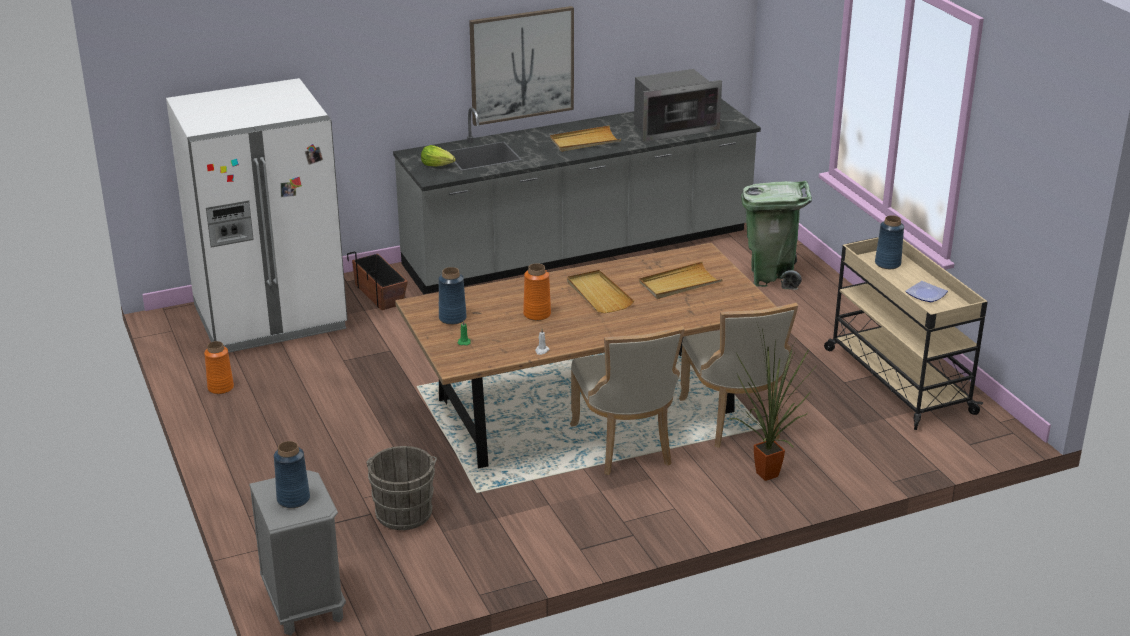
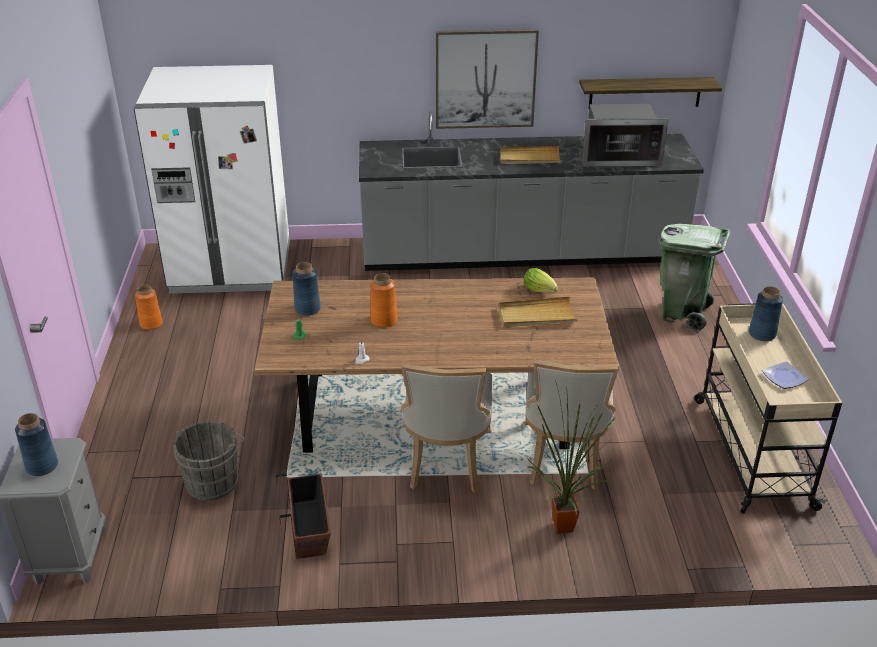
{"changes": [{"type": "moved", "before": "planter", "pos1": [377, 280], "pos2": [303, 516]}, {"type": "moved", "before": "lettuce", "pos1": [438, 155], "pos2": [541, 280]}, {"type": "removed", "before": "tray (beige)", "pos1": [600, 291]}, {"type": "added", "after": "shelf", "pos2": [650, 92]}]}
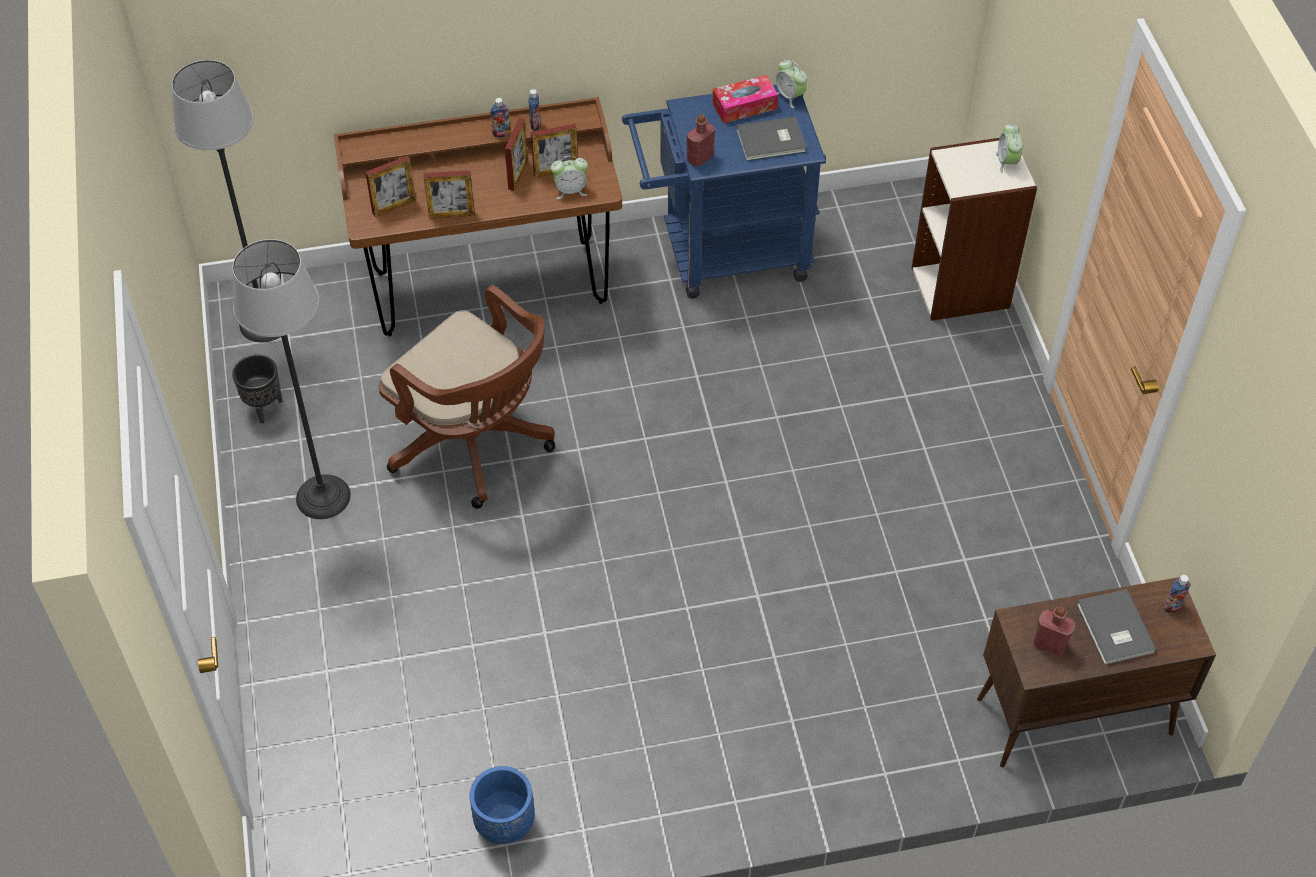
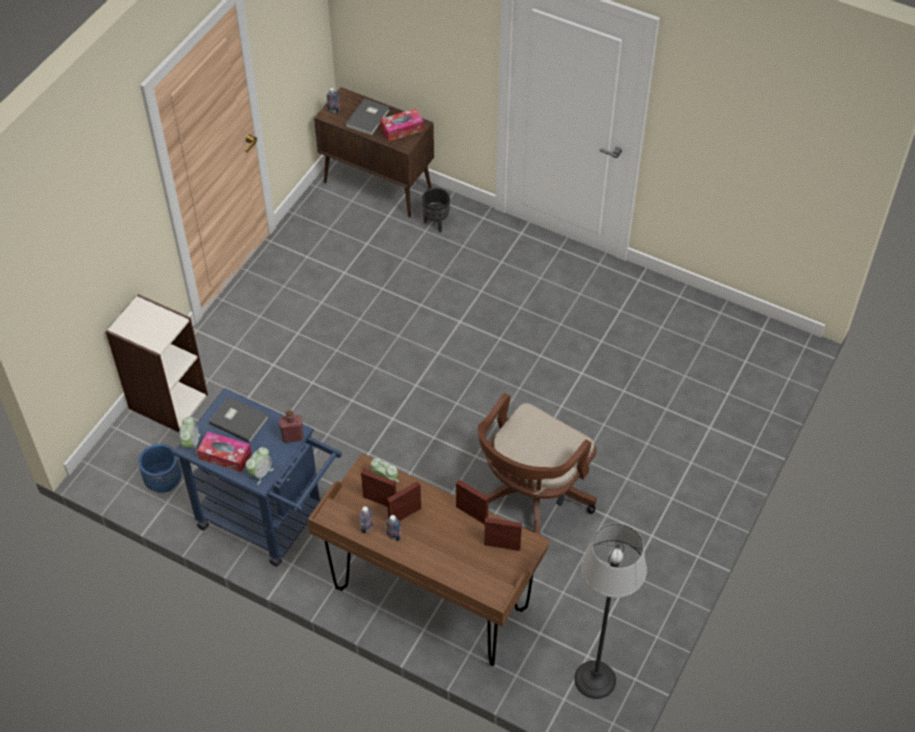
{"changes": [{"type": "removed", "before": "floor lamp", "pos1": [291, 379]}, {"type": "moved", "before": "planter (black)", "pos1": [257, 388], "pos2": [436, 210]}, {"type": "turned", "before": "office chair (brown)", "pos1": [467, 397], "pos2": [537, 464], "turn": -135}, {"type": "moved", "before": "planter (blue)", "pos1": [502, 805], "pos2": [160, 468]}, {"type": "moved", "before": "alarm clock", "pos1": [1009, 148], "pos2": [259, 466]}, {"type": "replaced", "before": "bottle (red)", "after": "tissue box", "pos1": [1054, 631], "pos2": [402, 125]}]}
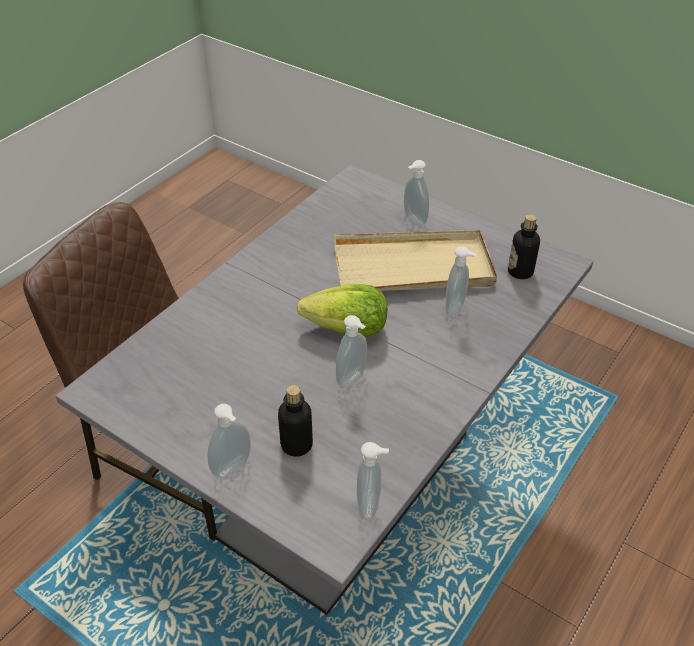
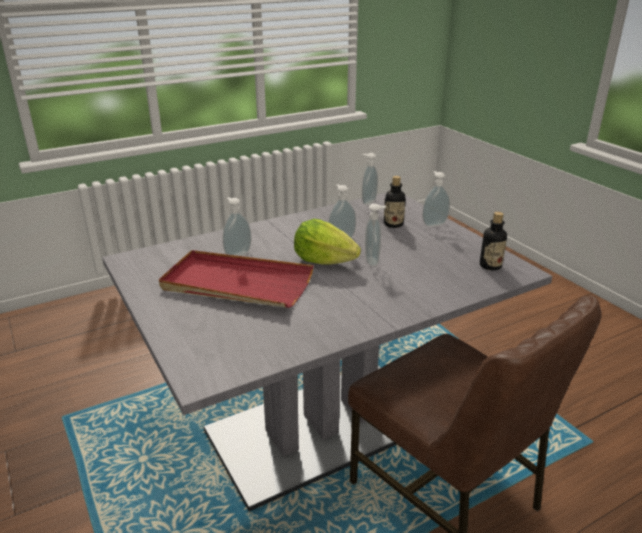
{"changes": [{"type": "recoloured", "before": "tray (beige)", "after": "tray (red)", "pos1": [415, 260], "pos2": [236, 279]}, {"type": "moved", "before": "soap dispenser", "pos1": [416, 193], "pos2": [375, 235]}, {"type": "moved", "before": "bottle", "pos1": [524, 246], "pos2": [493, 241]}]}
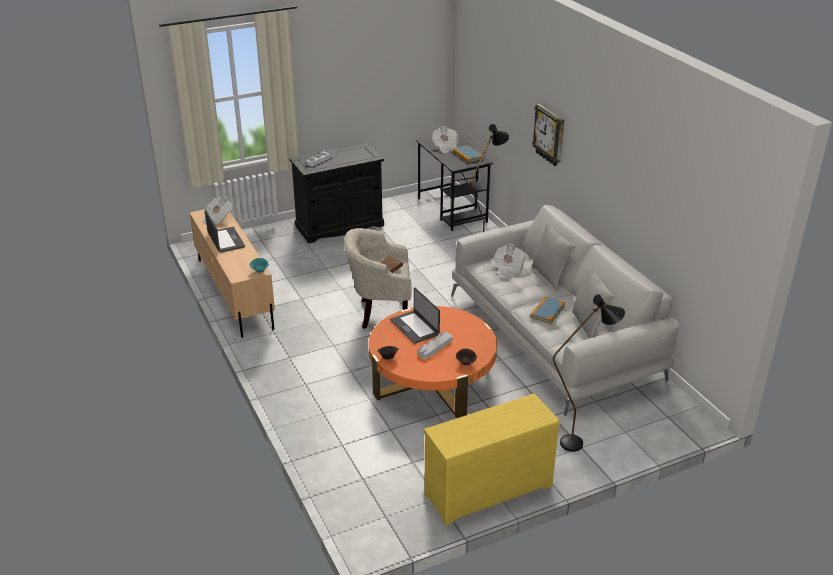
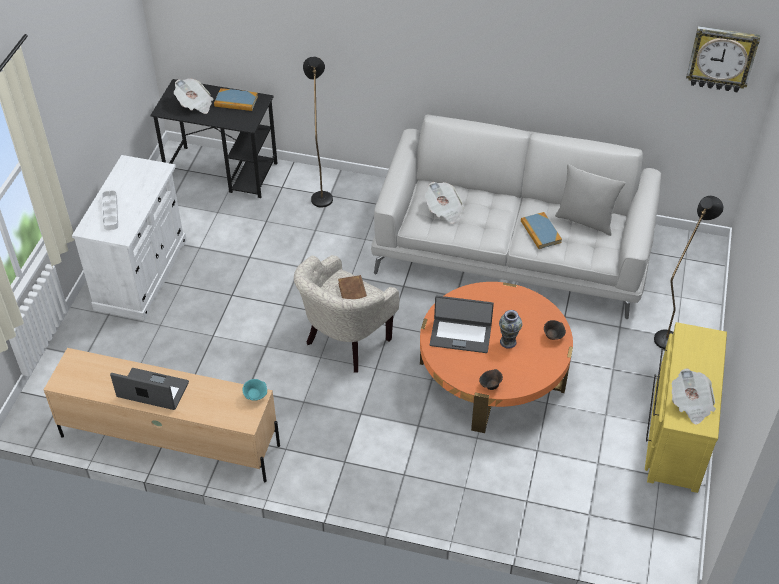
{"changes": [{"type": "moved", "before": "newspaper", "pos1": [217, 210], "pos2": [693, 396]}, {"type": "recoloured", "before": "cabinet (black)", "after": "cabinet (white)", "pos1": [337, 193], "pos2": [129, 237]}, {"type": "replaced", "before": "tray (grey)", "after": "vase", "pos1": [435, 345], "pos2": [510, 329]}, {"type": "moved", "before": "wall clock", "pos1": [548, 135], "pos2": [723, 59]}, {"type": "removed", "before": "pillow (grey)", "pos1": [553, 256]}]}
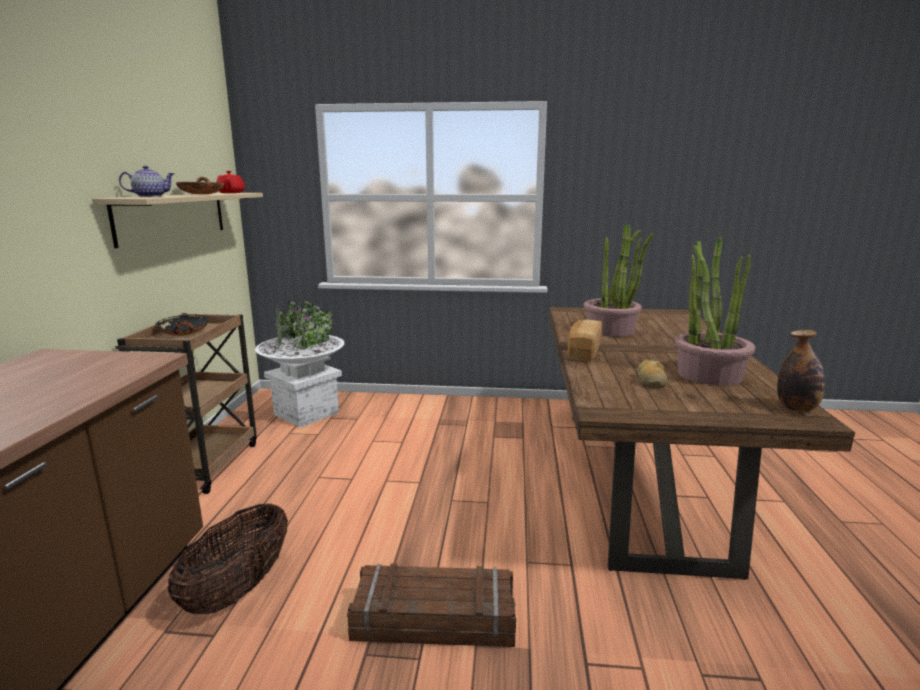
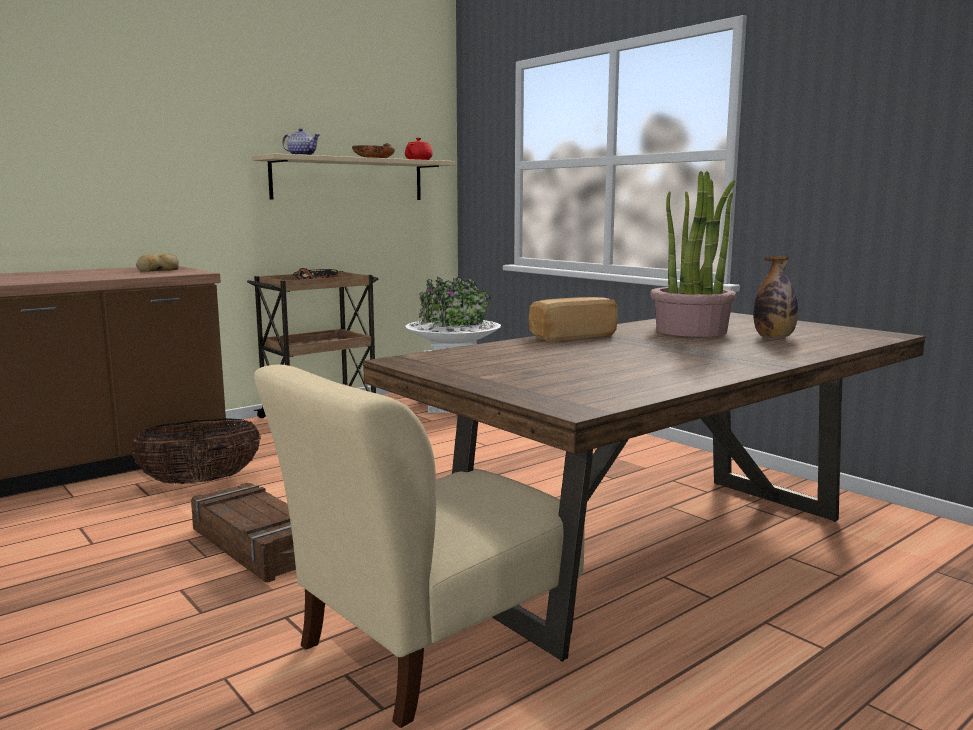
{"changes": [{"type": "moved", "before": "bread", "pos1": [652, 373], "pos2": [157, 262]}, {"type": "removed", "before": "potted plant", "pos1": [715, 311]}, {"type": "moved", "before": "bottle", "pos1": [801, 370], "pos2": [776, 297]}, {"type": "added", "after": "chair (beige)", "pos2": [419, 546]}]}
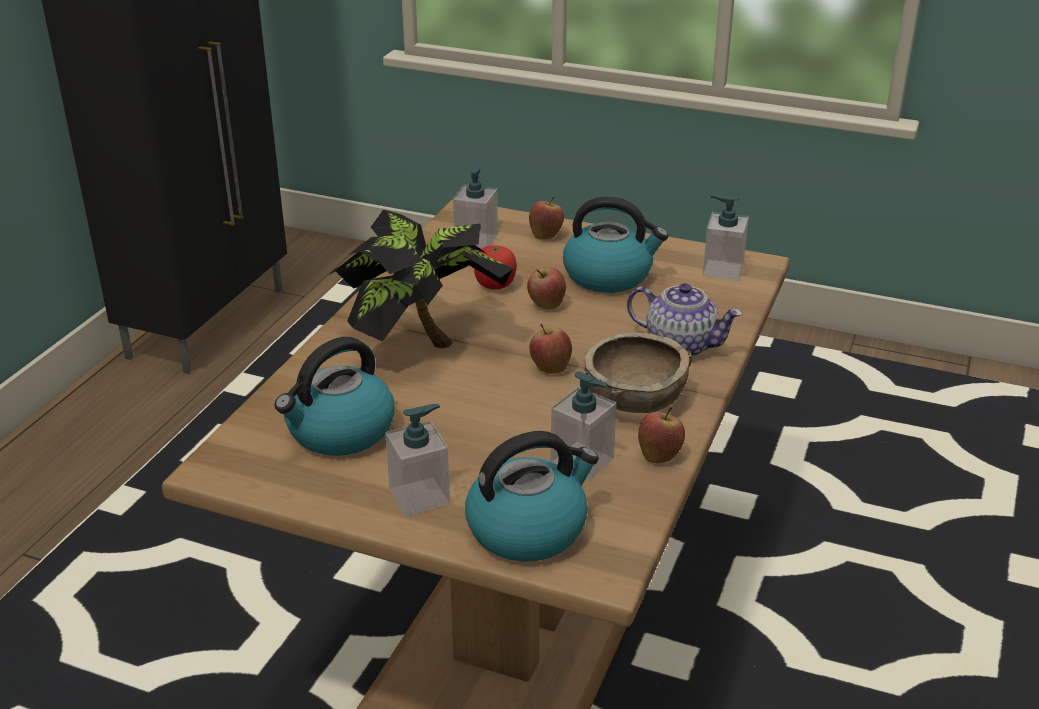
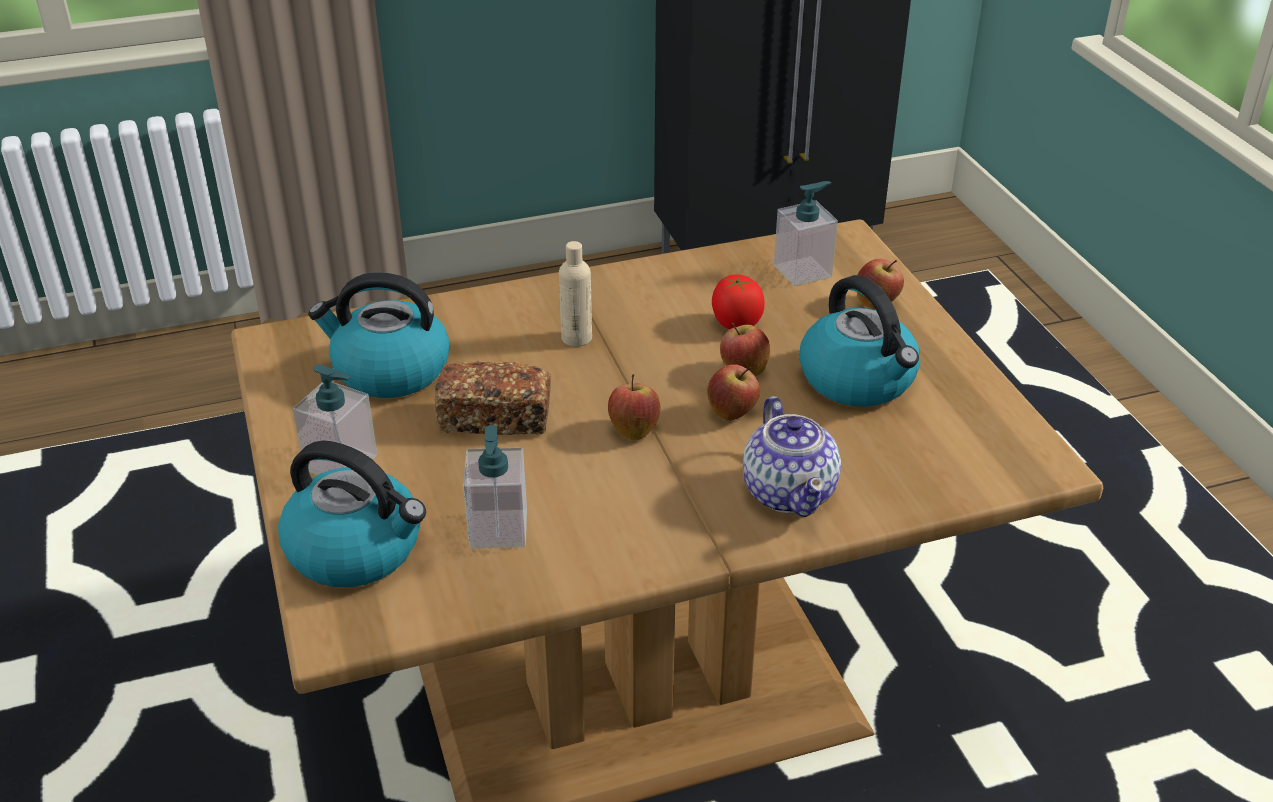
{"changes": [{"type": "replaced", "before": "potted plant", "after": "bottle (beige)", "pos1": [421, 279], "pos2": [575, 294]}, {"type": "removed", "before": "bowl (brown)", "pos1": [637, 372]}, {"type": "moved", "before": "apple", "pos1": [661, 435], "pos2": [733, 392]}, {"type": "removed", "before": "soap dispenser", "pos1": [726, 238]}, {"type": "added", "after": "bread", "pos2": [493, 398]}]}
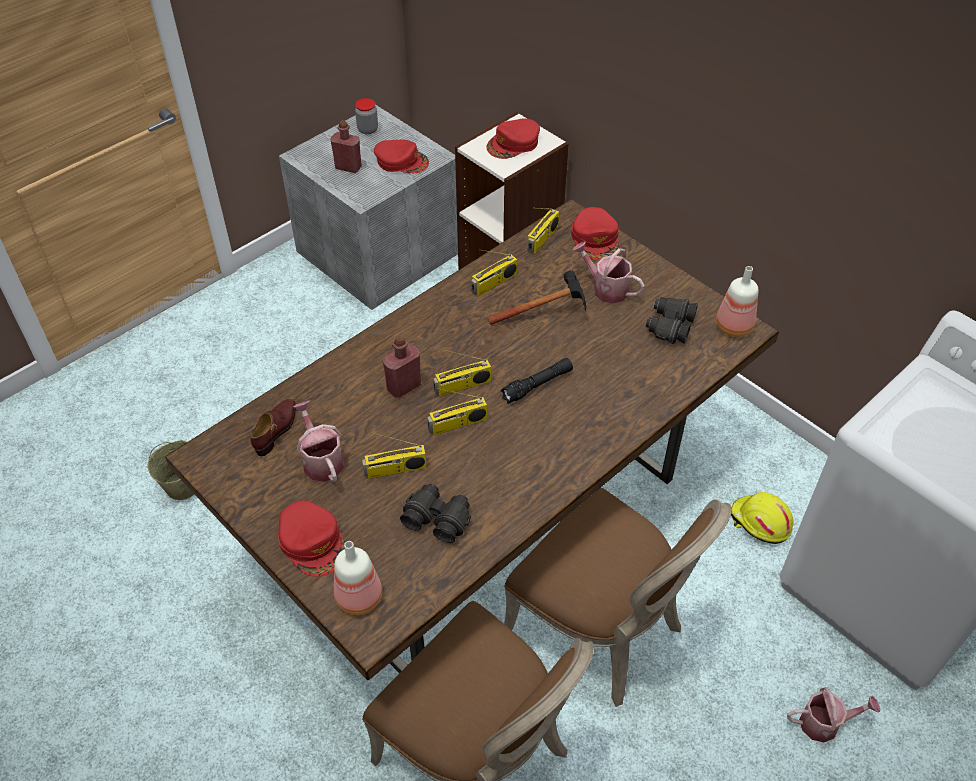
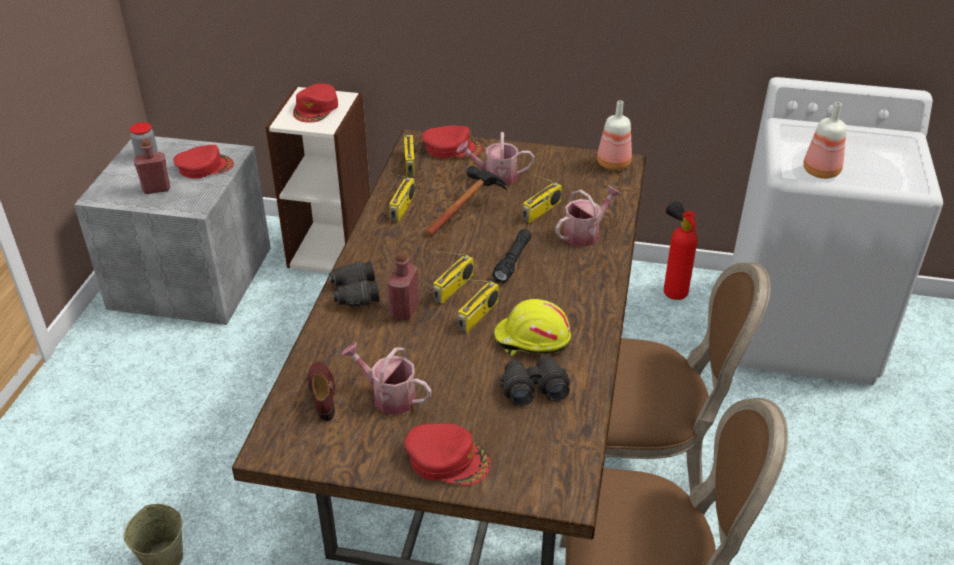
{"changes": [{"type": "moved", "before": "bottle", "pos1": [358, 578], "pos2": [825, 140]}, {"type": "moved", "before": "radio", "pos1": [394, 455], "pos2": [542, 198]}, {"type": "turned", "before": "cap (red)", "pos1": [595, 233], "pos2": [452, 142], "turn": -45}, {"type": "moved", "before": "binoculars (black)", "pos1": [672, 320], "pos2": [354, 284]}, {"type": "moved", "before": "hard hat (yellow)", "pos1": [762, 518], "pos2": [532, 327]}, {"type": "moved", "before": "watering can", "pos1": [833, 715], "pos2": [588, 216]}, {"type": "added", "after": "fire extinguisher", "pos2": [681, 250]}]}
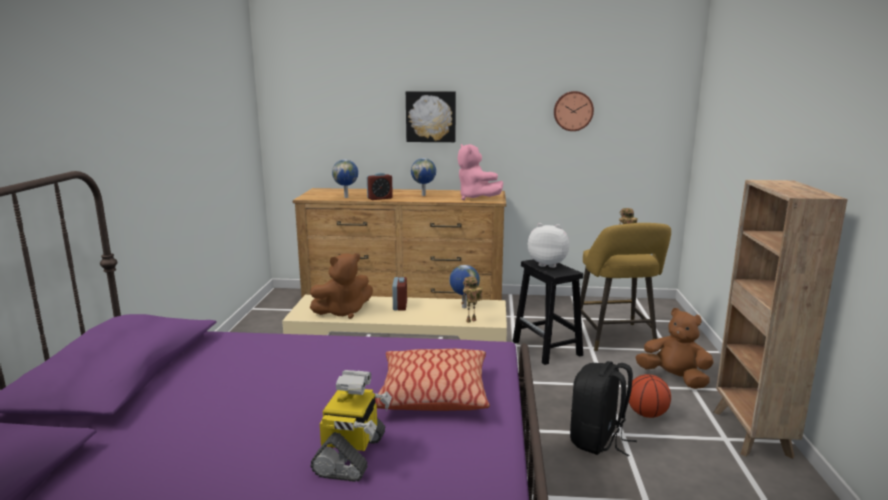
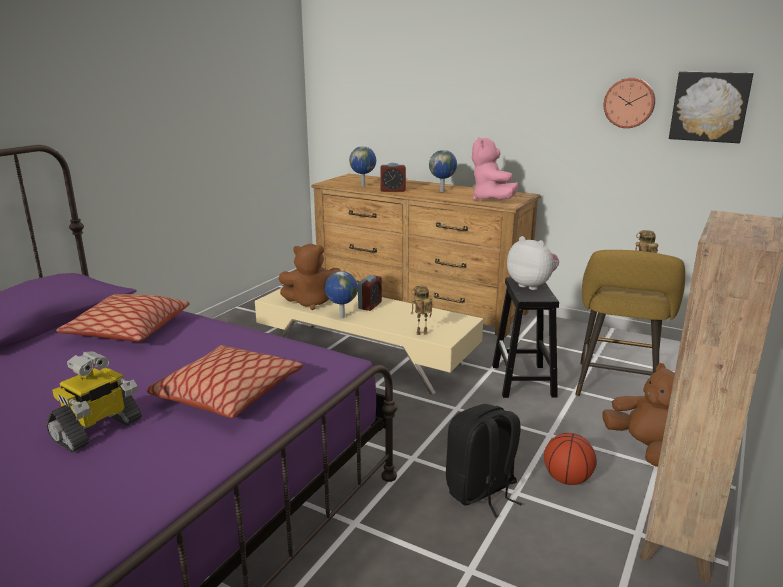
{"changes": [{"type": "moved", "before": "picture", "pos1": [431, 116], "pos2": [711, 107]}, {"type": "moved", "before": "globe", "pos1": [464, 286], "pos2": [341, 294]}, {"type": "added", "after": "pillow", "pos2": [123, 318]}]}
